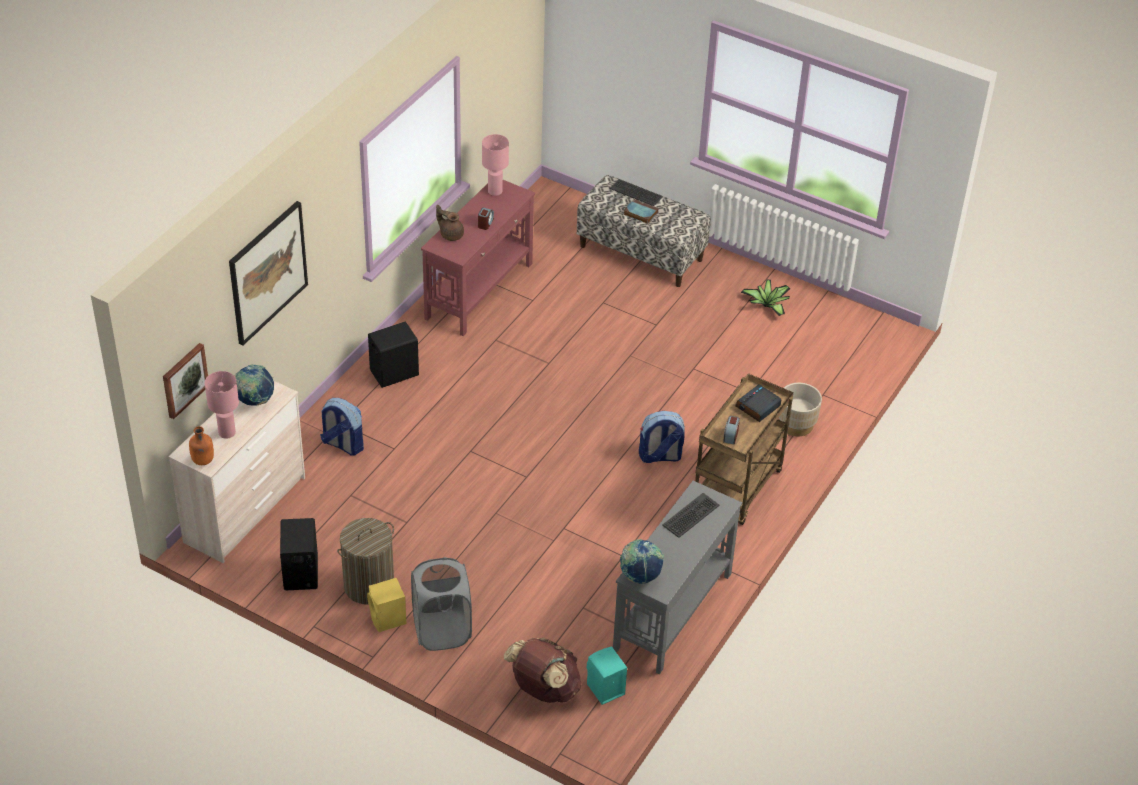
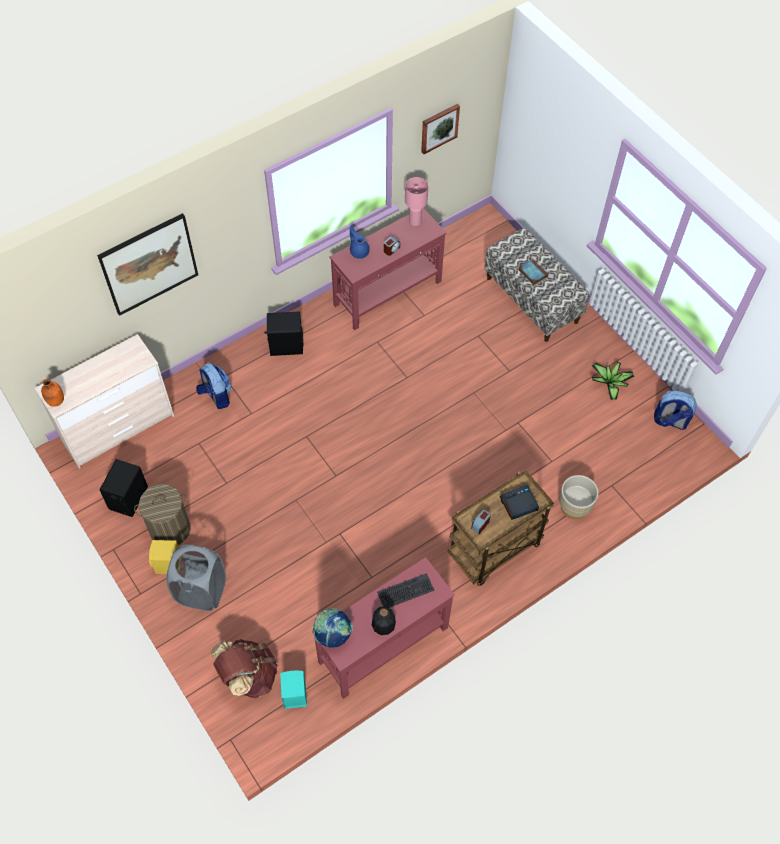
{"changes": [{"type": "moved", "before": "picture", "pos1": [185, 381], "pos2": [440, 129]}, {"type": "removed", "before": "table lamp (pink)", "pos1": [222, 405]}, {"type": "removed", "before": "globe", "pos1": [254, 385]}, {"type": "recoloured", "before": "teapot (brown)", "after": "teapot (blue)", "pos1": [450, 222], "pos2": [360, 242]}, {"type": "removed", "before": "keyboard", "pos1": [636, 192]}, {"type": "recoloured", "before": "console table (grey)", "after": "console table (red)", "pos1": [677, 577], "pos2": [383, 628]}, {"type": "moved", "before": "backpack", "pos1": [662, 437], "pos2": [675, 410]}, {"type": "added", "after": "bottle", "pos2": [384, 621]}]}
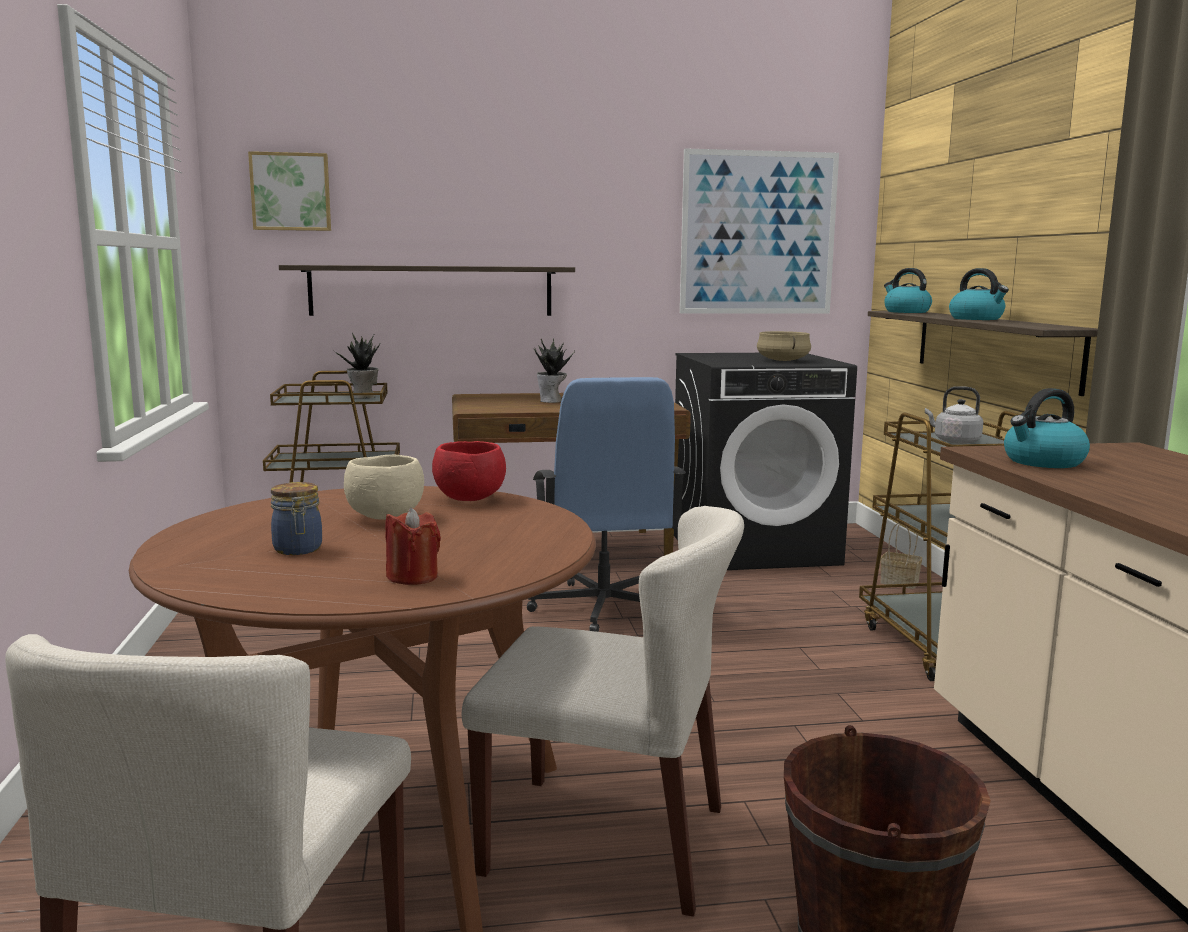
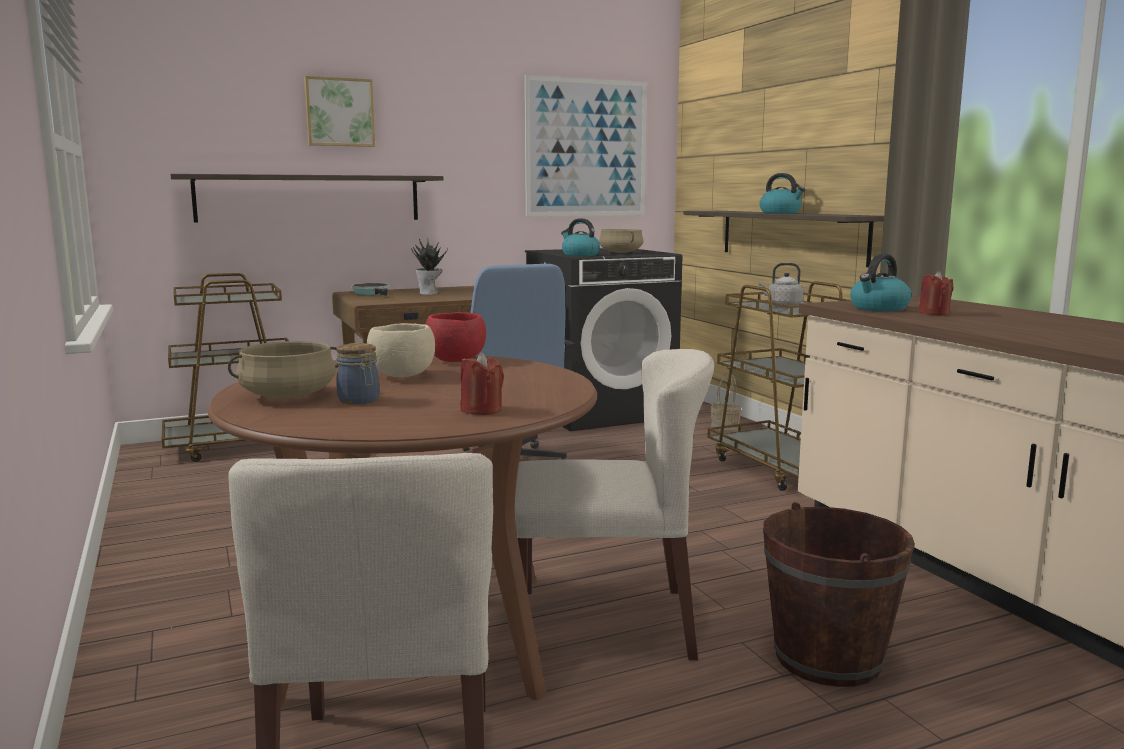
{"changes": [{"type": "moved", "before": "picture", "pos1": [289, 191], "pos2": [339, 111]}, {"type": "removed", "before": "potted plant", "pos1": [357, 366]}, {"type": "moved", "before": "kettle", "pos1": [908, 290], "pos2": [580, 237]}, {"type": "added", "after": "cooking pot (beige)", "pos2": [283, 369]}, {"type": "added", "after": "frying pan", "pos2": [370, 289]}, {"type": "added", "after": "candle (red)", "pos2": [935, 293]}]}
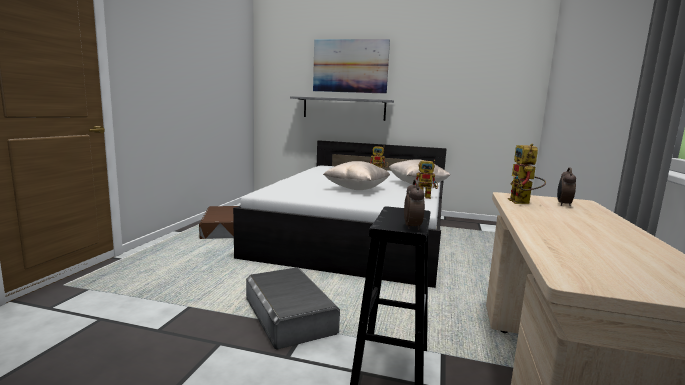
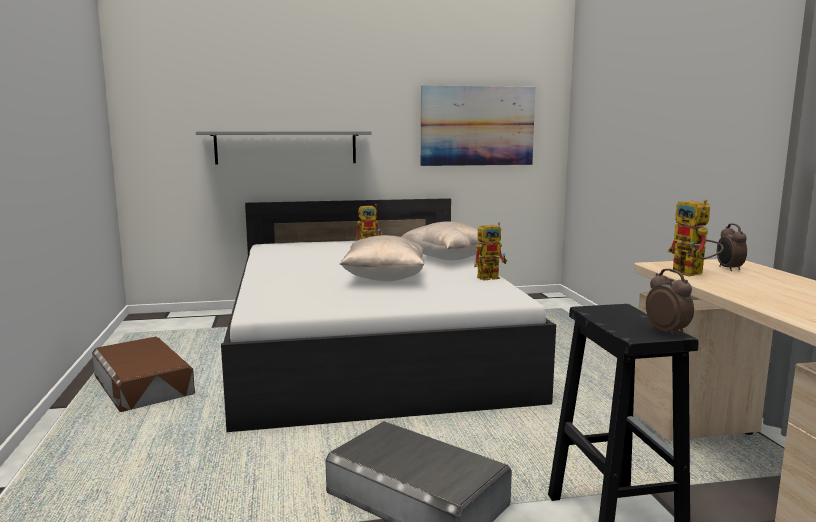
{"changes": [{"type": "moved", "before": "picture", "pos1": [351, 66], "pos2": [478, 125]}]}
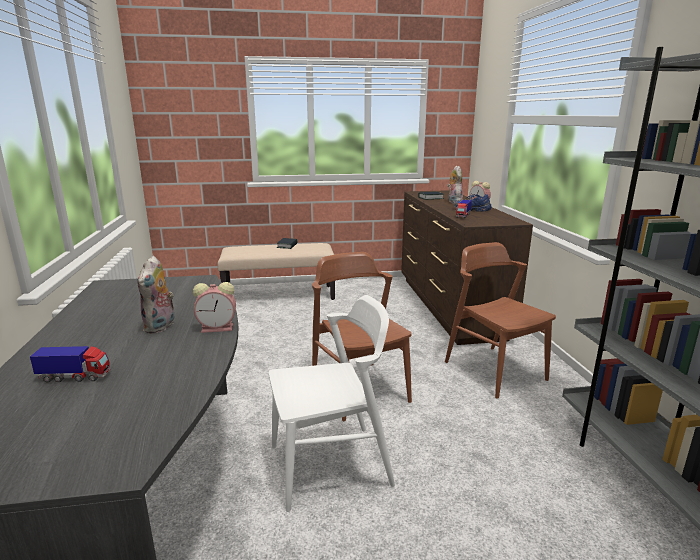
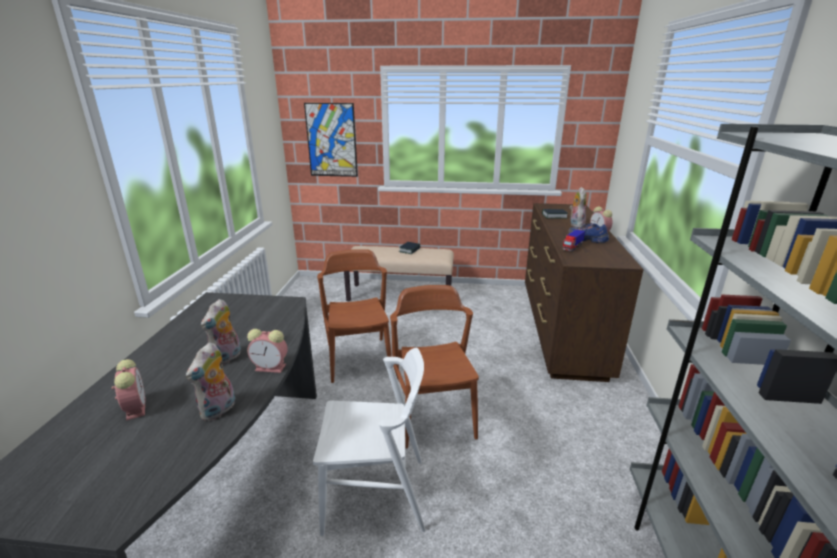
{"changes": [{"type": "replaced", "before": "toy truck", "after": "alarm clock", "pos1": [70, 364], "pos2": [128, 390]}, {"type": "moved", "before": "chair (brown)", "pos1": [500, 320], "pos2": [354, 316]}, {"type": "added", "after": "plush toy", "pos2": [210, 381]}, {"type": "added", "after": "picture", "pos2": [331, 140]}]}
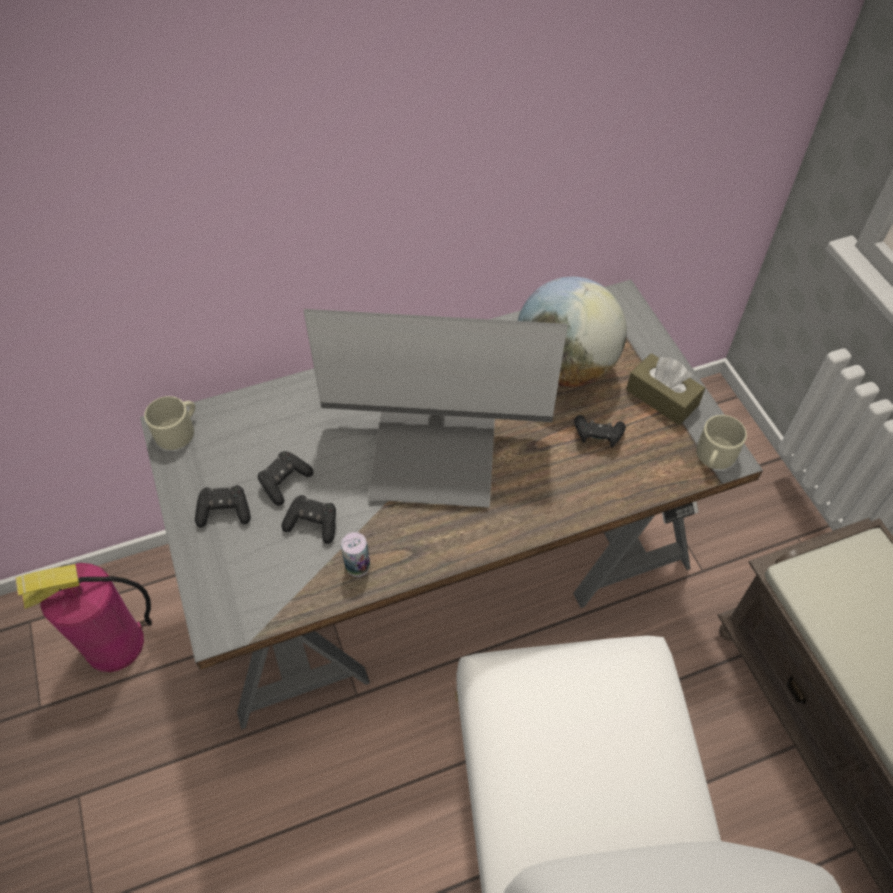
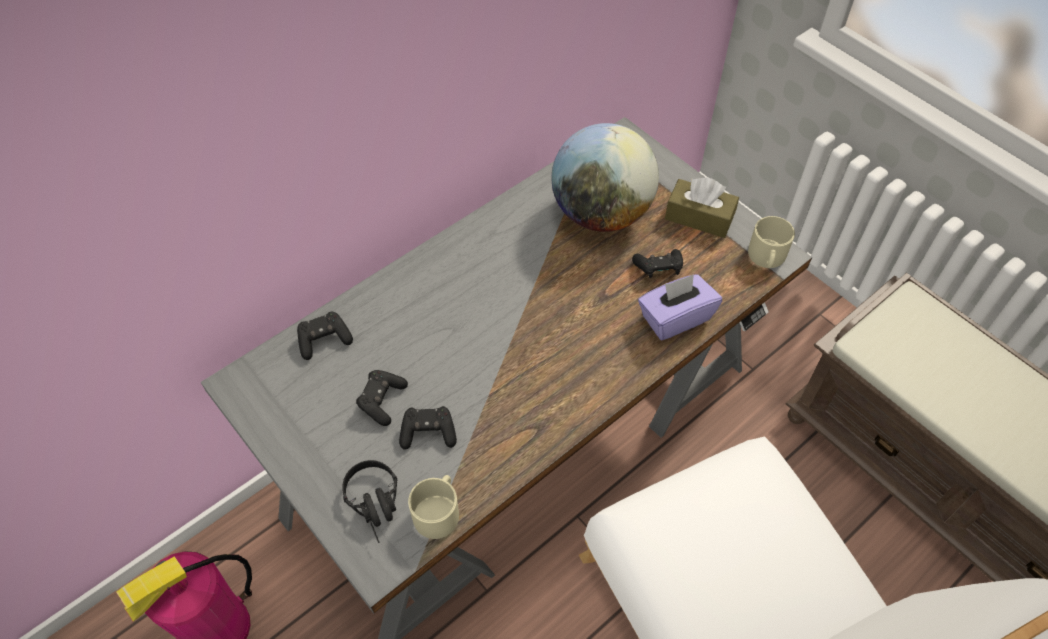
{"changes": [{"type": "moved", "before": "mug (beige)", "pos1": [169, 423], "pos2": [433, 507]}, {"type": "moved", "before": "game controller (black)", "pos1": [223, 506], "pos2": [325, 335]}, {"type": "removed", "before": "monitor", "pos1": [436, 408]}, {"type": "removed", "before": "can", "pos1": [355, 554]}, {"type": "added", "after": "headphones (black)", "pos2": [369, 501]}, {"type": "added", "after": "tissue box (purple)", "pos2": [680, 307]}]}
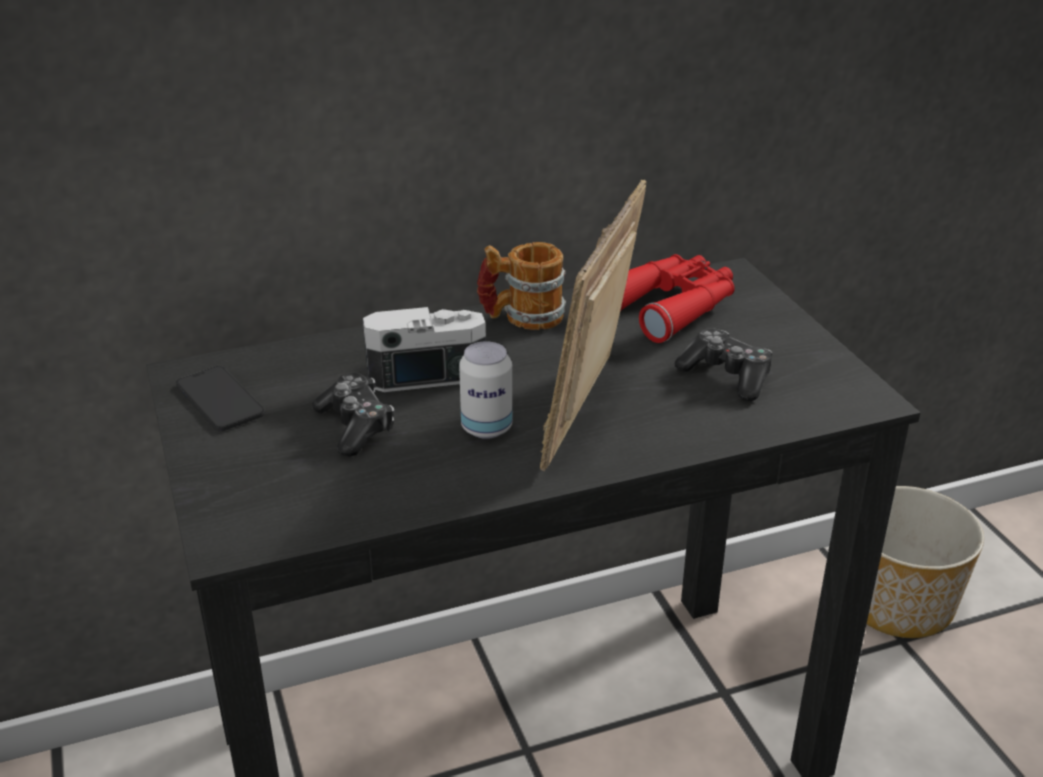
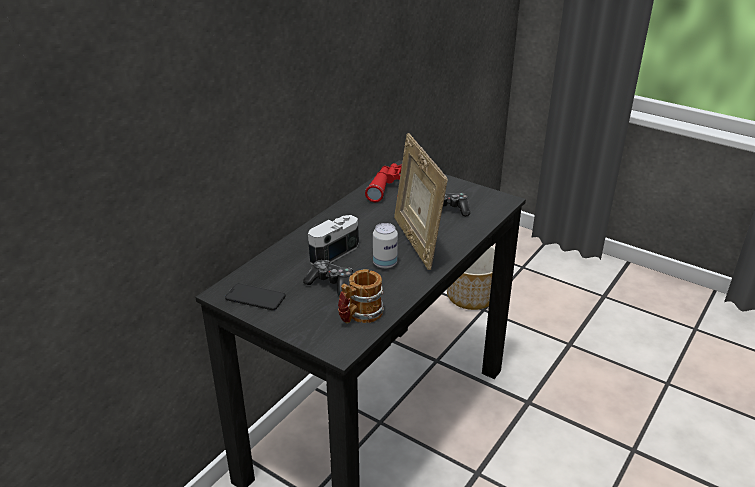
{"changes": [{"type": "moved", "before": "mug", "pos1": [521, 286], "pos2": [361, 296]}]}
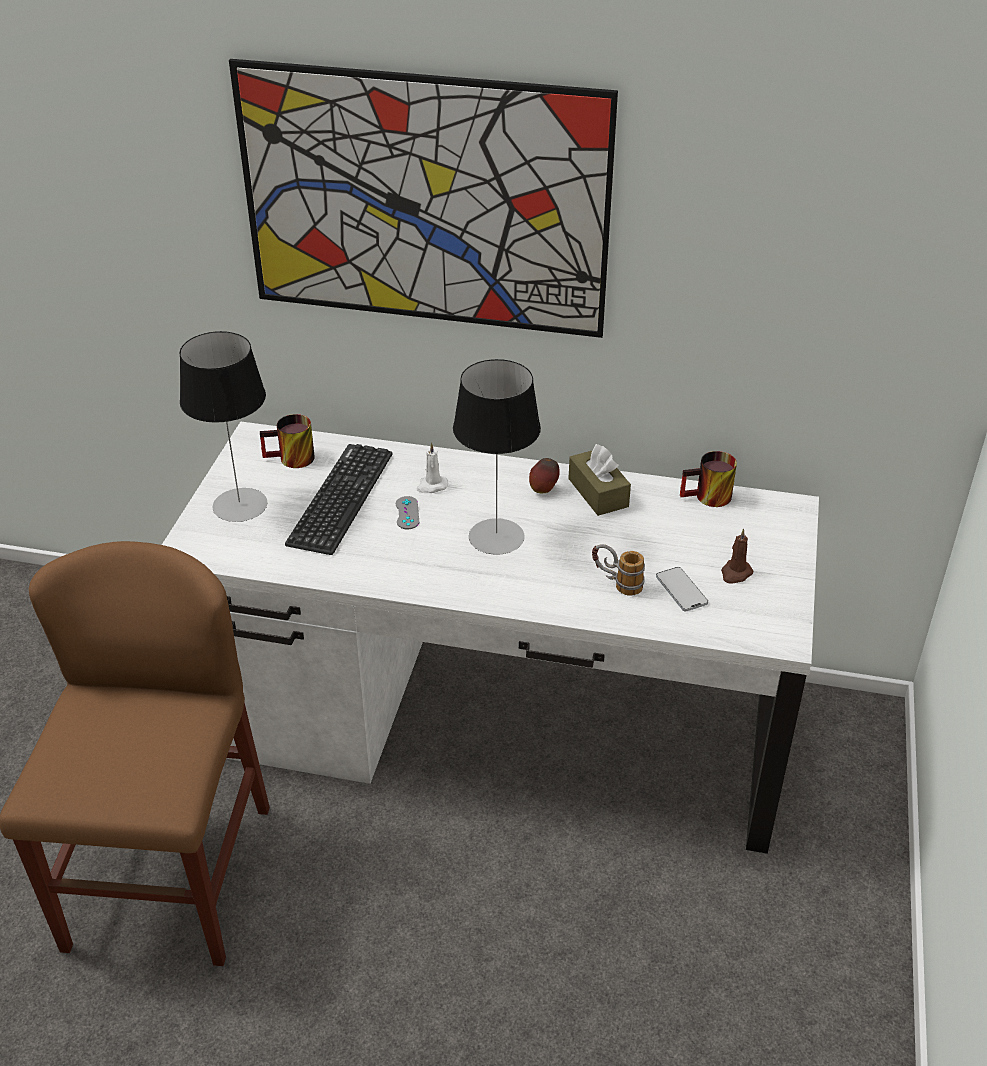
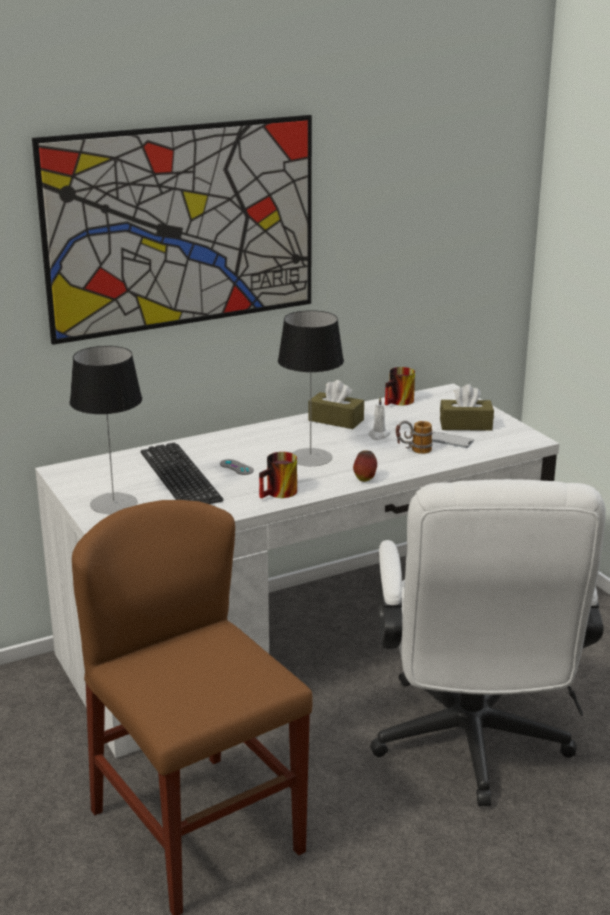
{"changes": [{"type": "moved", "before": "mug", "pos1": [287, 441], "pos2": [278, 475]}, {"type": "moved", "before": "candle (white)", "pos1": [432, 468], "pos2": [380, 418]}, {"type": "moved", "before": "apple", "pos1": [544, 475], "pos2": [365, 466]}, {"type": "replaced", "before": "candle (brown)", "after": "tissue box (brown)", "pos1": [737, 555], "pos2": [467, 407]}, {"type": "added", "after": "office chair (white)", "pos2": [488, 642]}]}
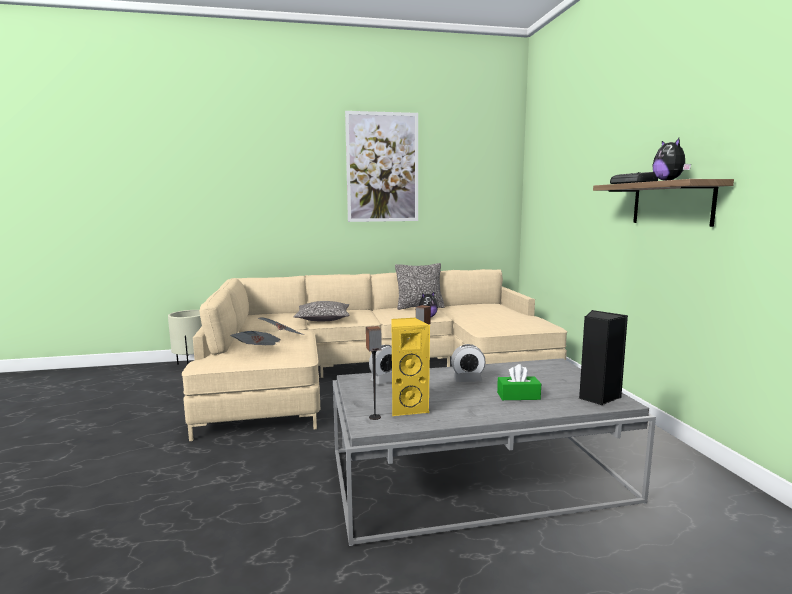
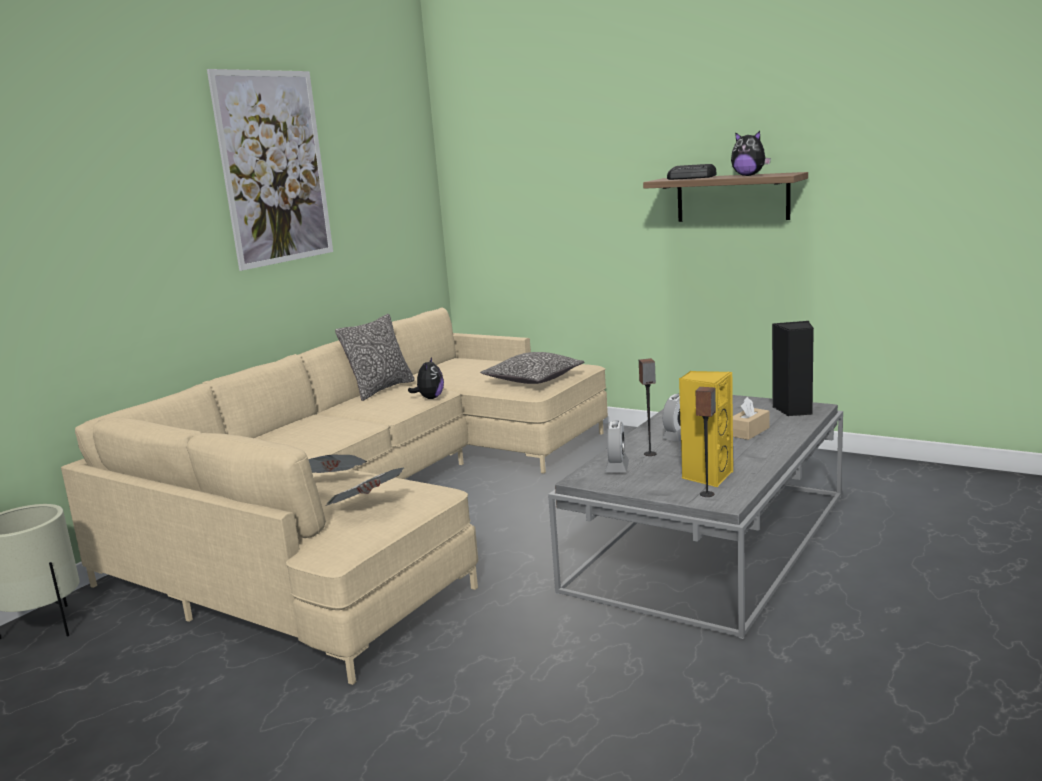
{"changes": [{"type": "moved", "before": "pillow", "pos1": [322, 311], "pos2": [532, 368]}, {"type": "recoloured", "before": "tissue box (green)", "after": "tissue box (beige)", "pos1": [519, 382], "pos2": [751, 418]}]}
